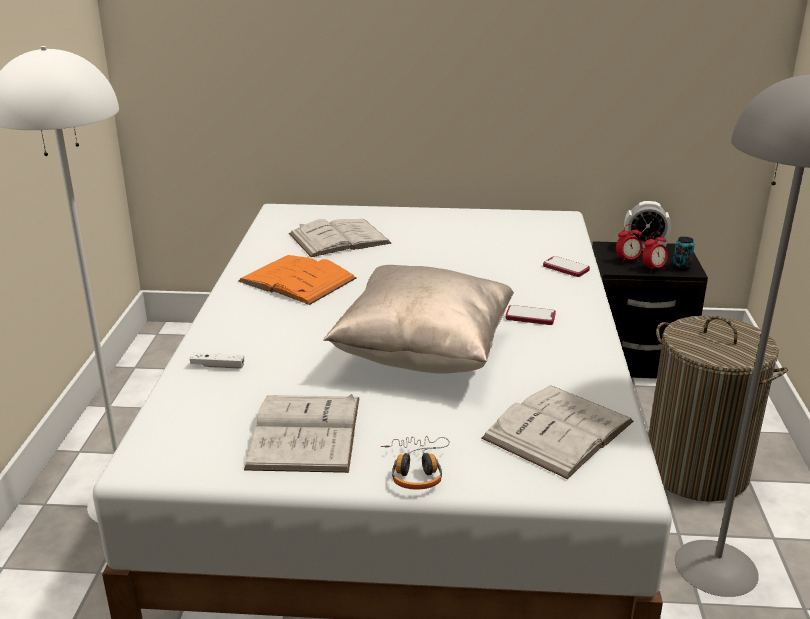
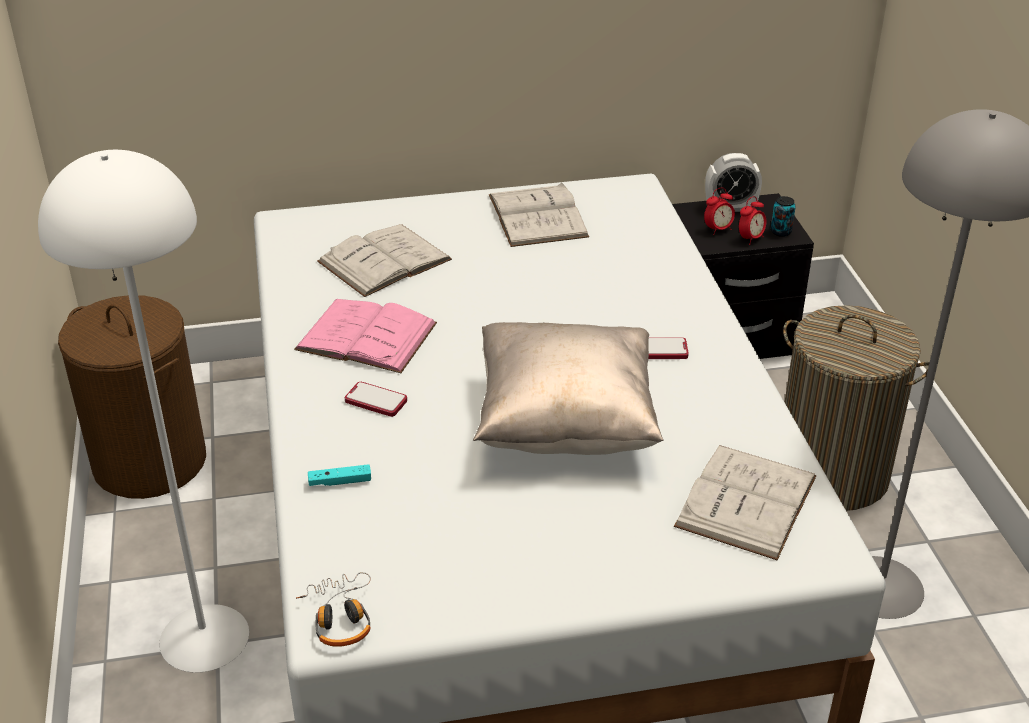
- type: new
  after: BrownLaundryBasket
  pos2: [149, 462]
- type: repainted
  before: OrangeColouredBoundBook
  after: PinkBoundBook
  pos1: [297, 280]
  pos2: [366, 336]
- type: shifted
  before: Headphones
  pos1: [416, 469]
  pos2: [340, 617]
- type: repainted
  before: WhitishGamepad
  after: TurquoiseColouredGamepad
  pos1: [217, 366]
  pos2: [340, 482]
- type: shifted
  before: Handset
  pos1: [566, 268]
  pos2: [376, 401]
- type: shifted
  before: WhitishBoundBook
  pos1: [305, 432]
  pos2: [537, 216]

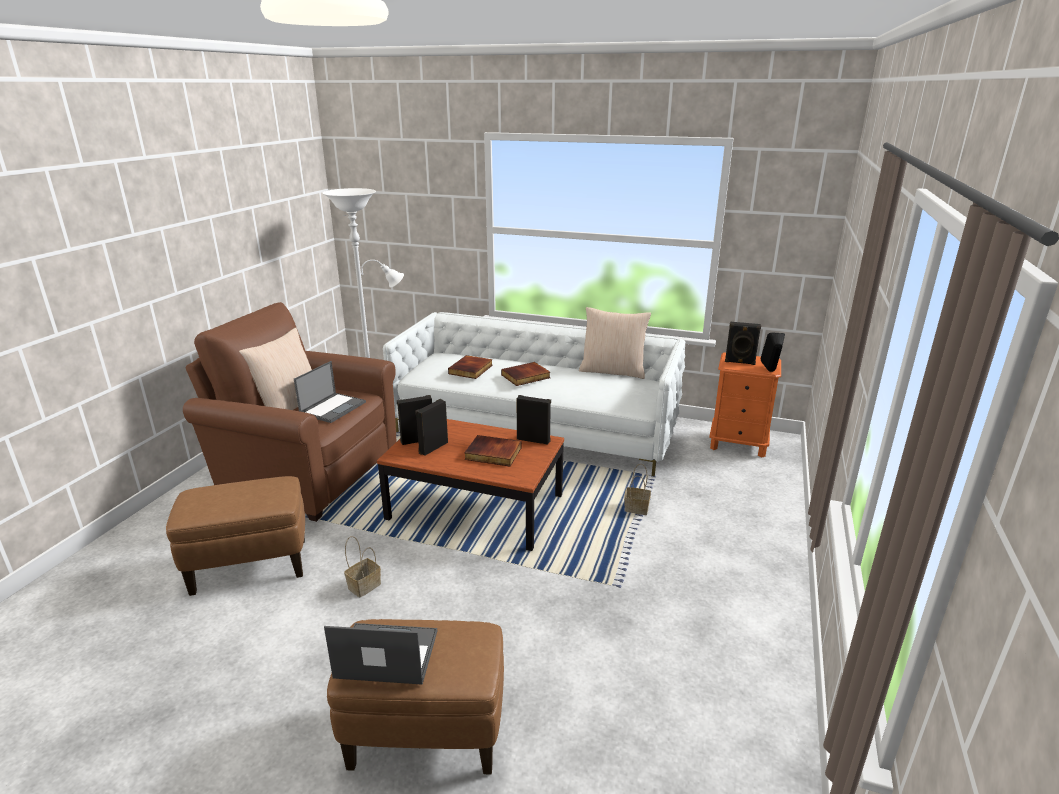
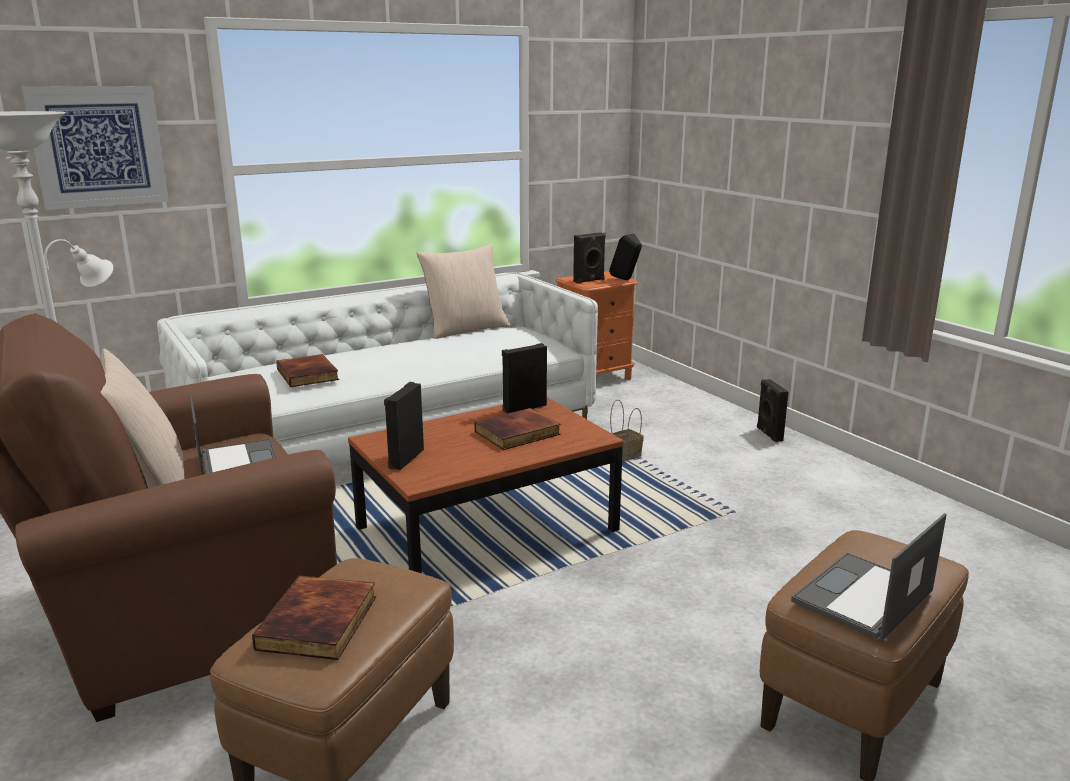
- type: new
  after: WallArt
  pos2: [98, 147]
- type: shifted
  before: BoundBook
  pos1: [526, 376]
  pos2: [320, 623]
- type: shifted
  before: BlackAudioSpeaker
  pos1: [432, 447]
  pos2: [768, 434]
- type: gone
  before: Basket
  pos1: [365, 585]

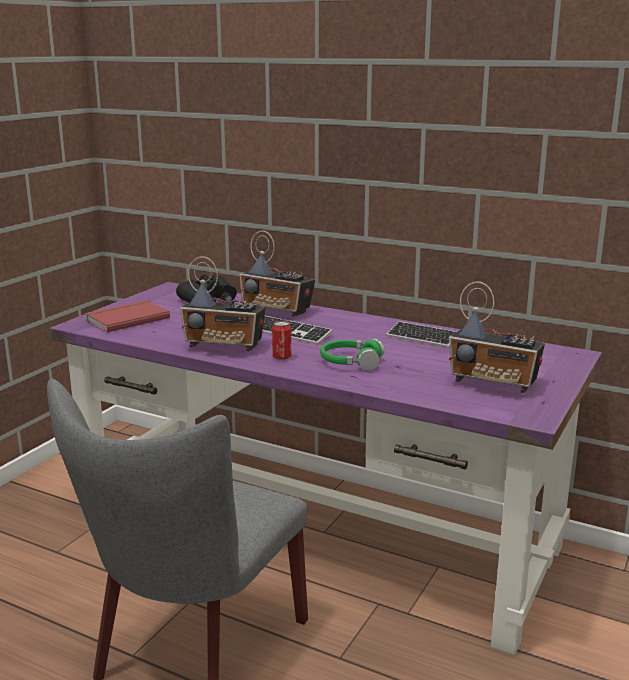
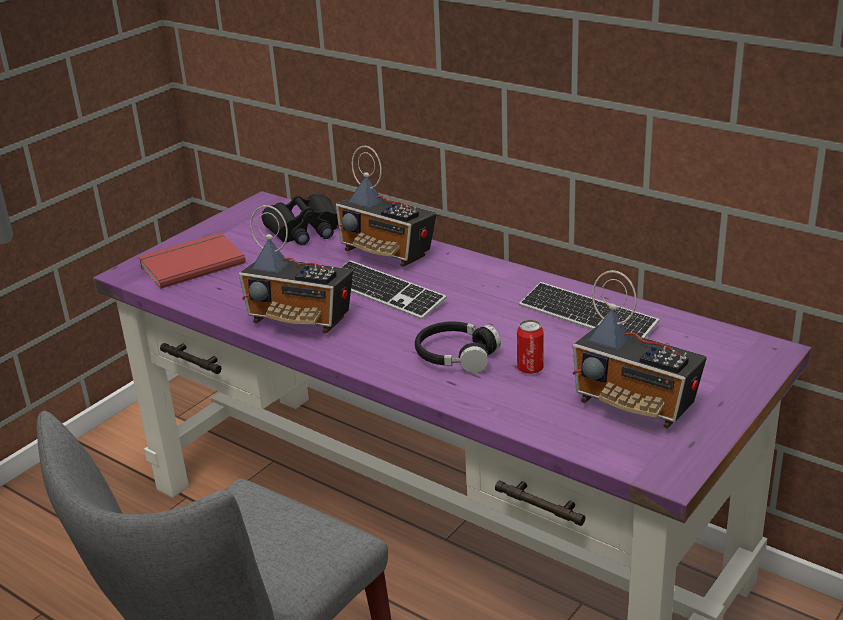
- type: repainted
  before: GreenHeadphones
  after: BlackHeadphones
  pos1: [351, 362]
  pos2: [456, 356]
- type: shifted
  before: Can
  pos1: [281, 357]
  pos2: [530, 368]

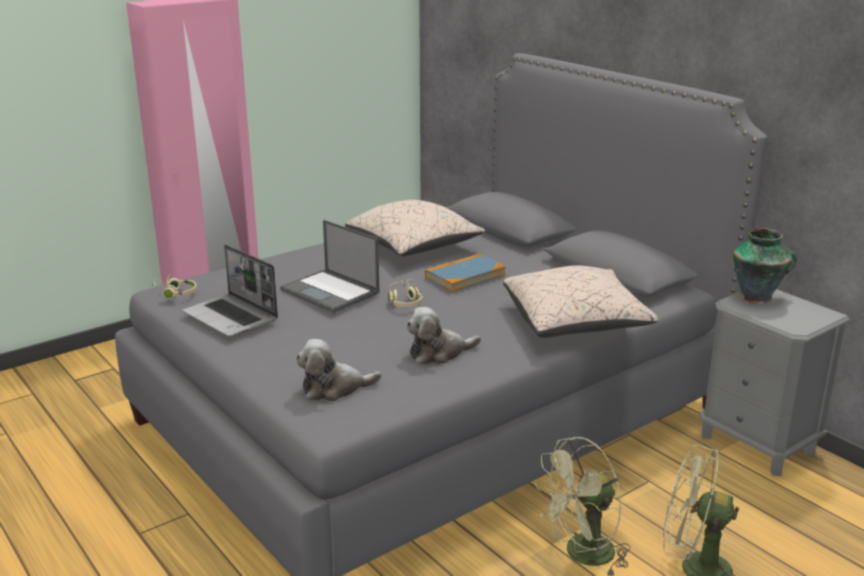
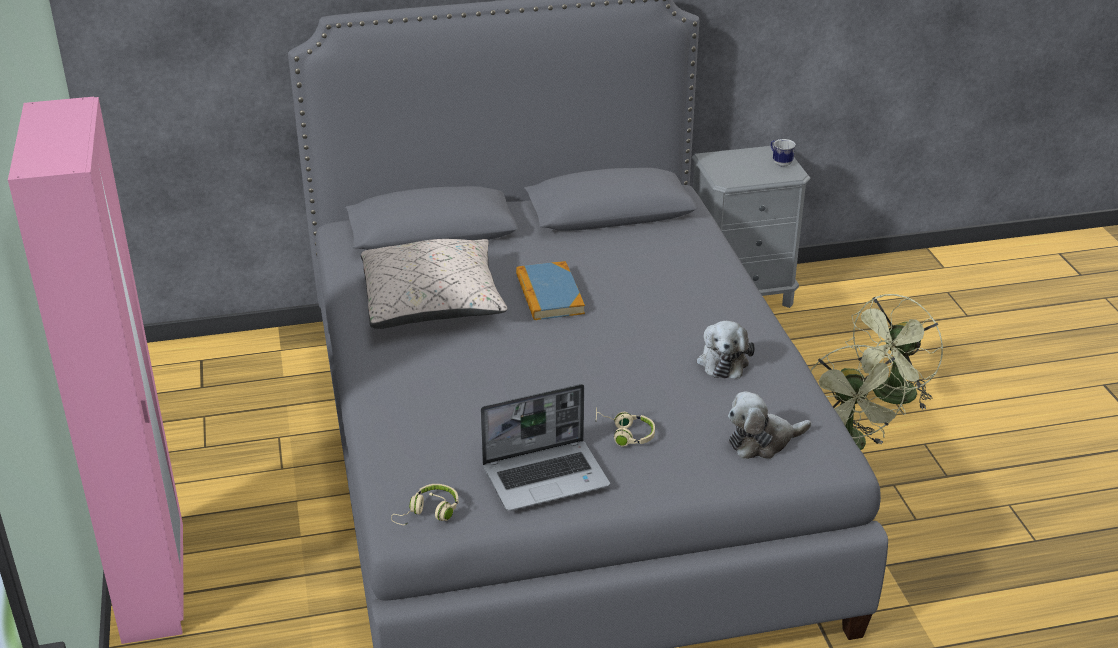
- type: shifted
  before: BeigeColouredHeadphones
  pos1: [405, 301]
  pos2: [624, 434]
- type: rotated
  before: CuddlyToy
  pos1: [334, 388]
  pos2: [762, 441]
  turn: 60
- type: new
  after: TeaMug
  pos2: [780, 162]
- type: gone
  before: PortableComputer
  pos1: [331, 292]
- type: gone
  before: BeigeColouredThrowPillow
  pos1: [575, 323]
- type: gone
  before: Vase
  pos1: [757, 298]

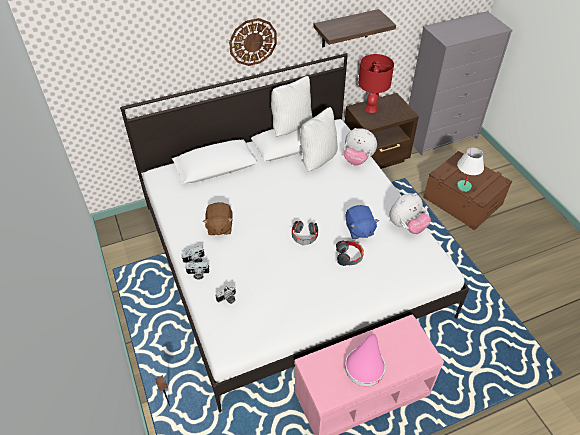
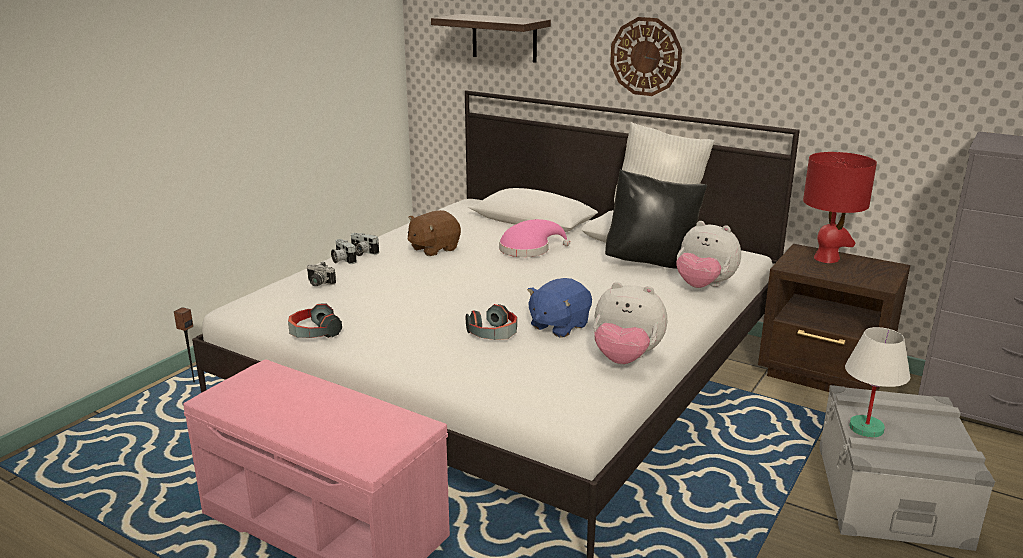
- type: shifted
  before: Headphones
  pos1: [304, 236]
  pos2: [314, 332]
- type: shifted
  before: BracketShelf
  pos1: [345, 29]
  pos2: [504, 38]
- type: shifted
  before: PinkHat
  pos1: [365, 365]
  pos2: [528, 249]
- type: repainted
  before: WhitishThrowPillow
  after: BlackThrowPillow
  pos1: [317, 159]
  pos2: [651, 263]
- type: rotated
  before: CuddlyToy
  pos1: [357, 159]
  pos2: [704, 286]
  turn: -45
- type: repainted
  before: BrownStorageBin
  after: GreyishStorageBin
  pos1: [462, 201]
  pos2: [891, 494]

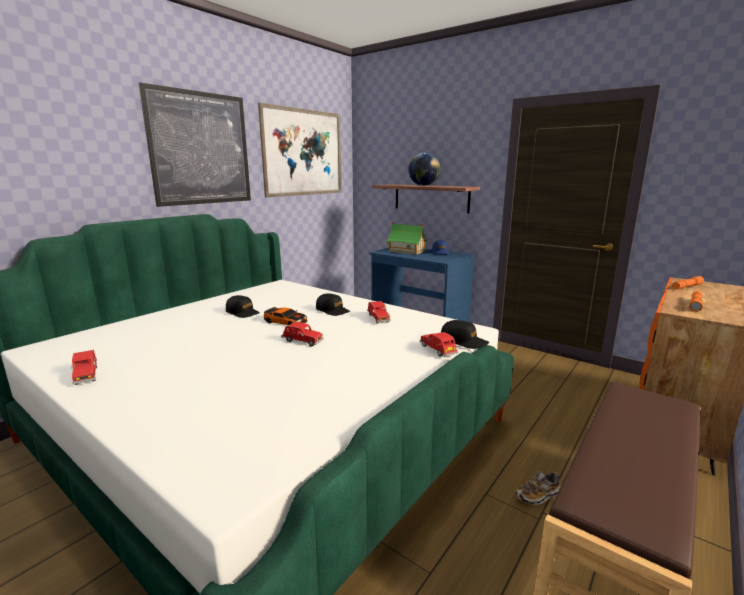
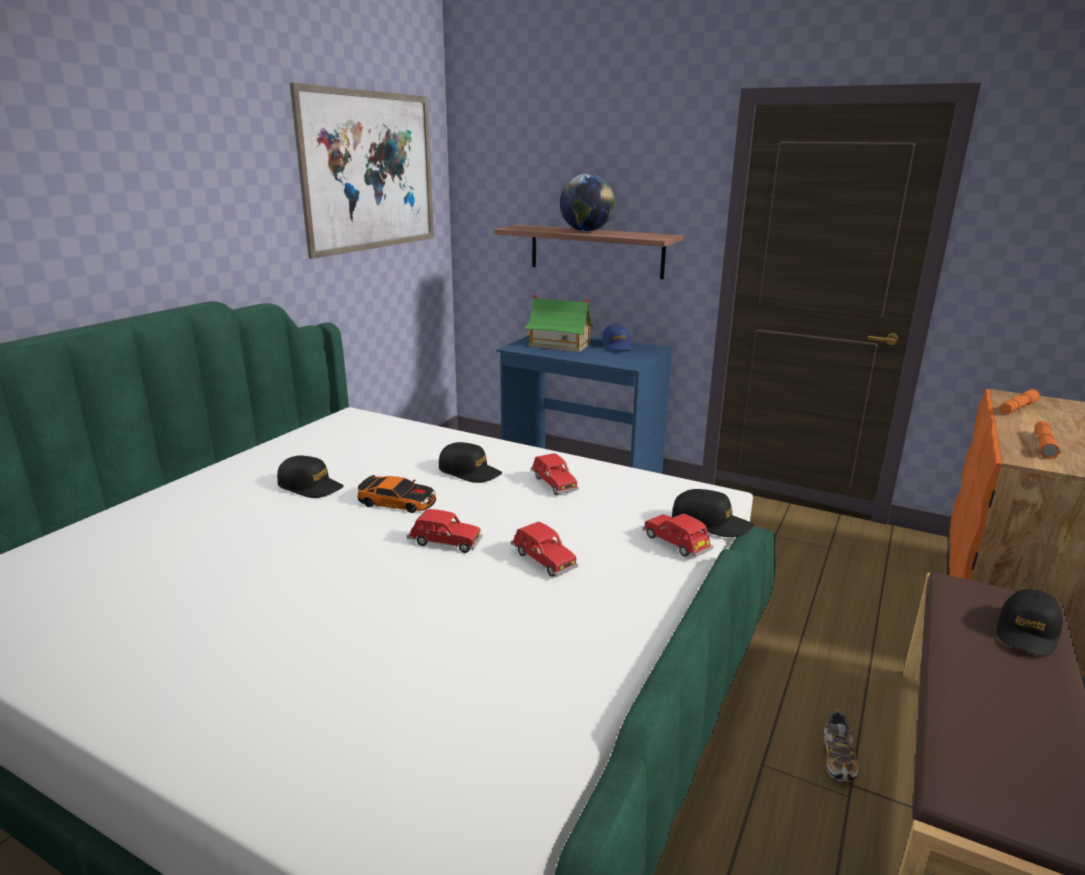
- type: shifted
  before: RedColouredModelCar
  pos1: [86, 375]
  pos2: [543, 560]
- type: rotated
  before: ItemOfFootwear
  pos1: [537, 495]
  pos2: [838, 757]
  turn: -45
- type: new
  after: BlackBaseballCap
  pos2: [1027, 632]
- type: gone
  before: WallArt
  pos1: [201, 149]

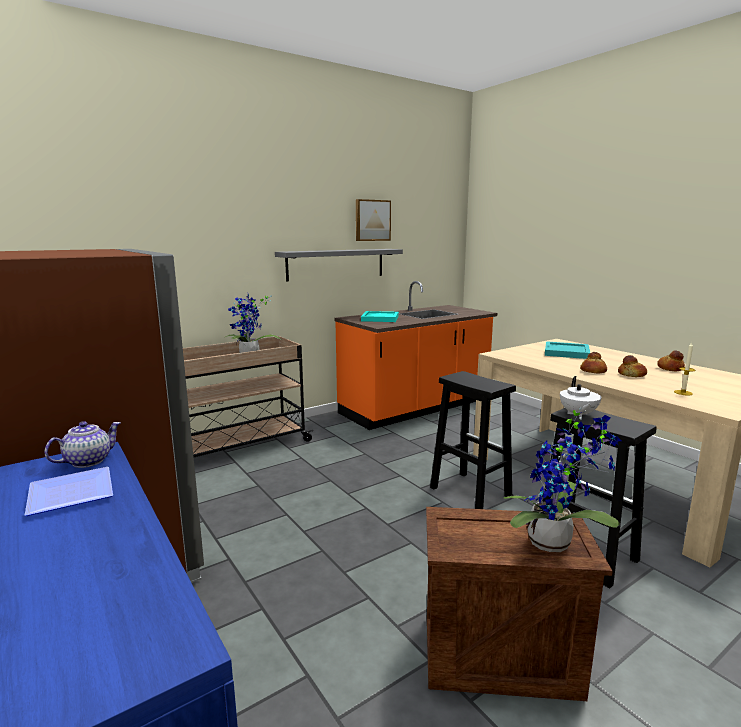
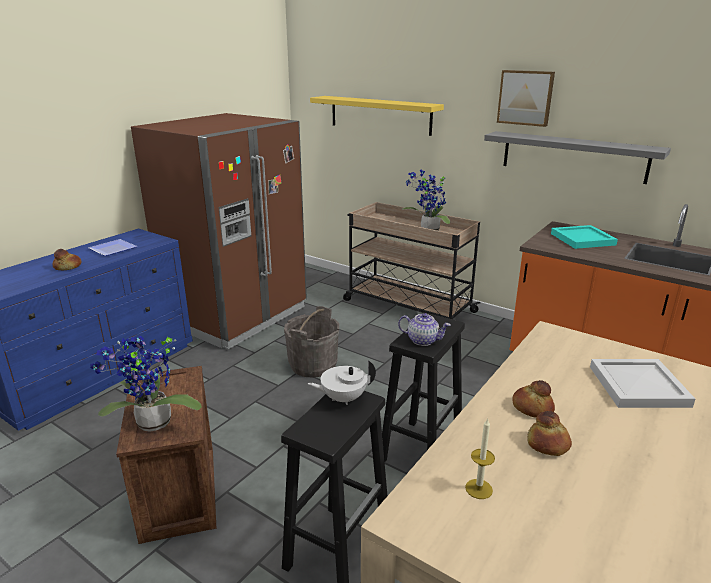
- type: shifted
  before: BakeryBread
  pos1: [670, 368]
  pos2: [68, 267]
- type: new
  after: GreyishBucket
  pos2: [313, 365]
- type: new
  after: YellowBracketShelf
  pos2: [380, 115]
- type: shifted
  before: Teapot
  pos1: [88, 461]
  pos2: [423, 340]
- type: shifted
  before: WallArt
  pos1: [372, 220]
  pos2: [525, 97]
- type: repainted
  before: TurquoiseColouredTray
  after: WhitishTray
  pos1: [567, 352]
  pos2: [637, 387]

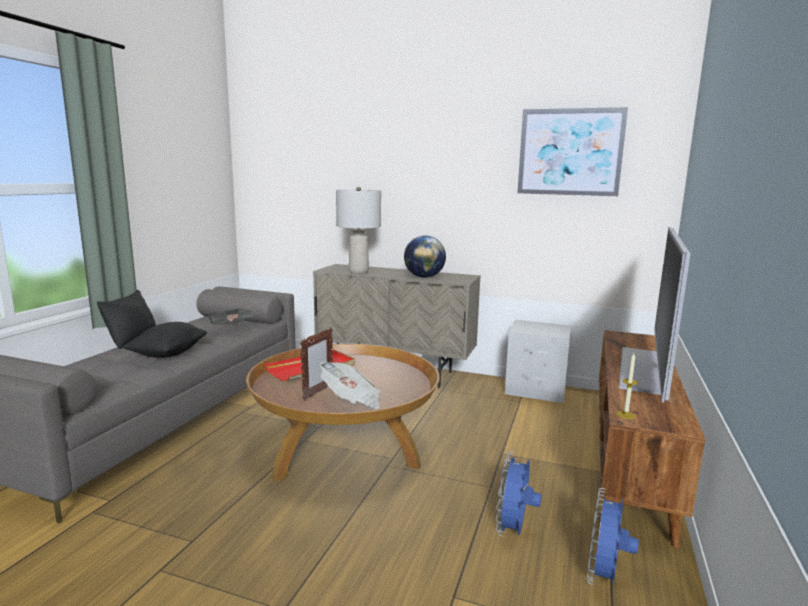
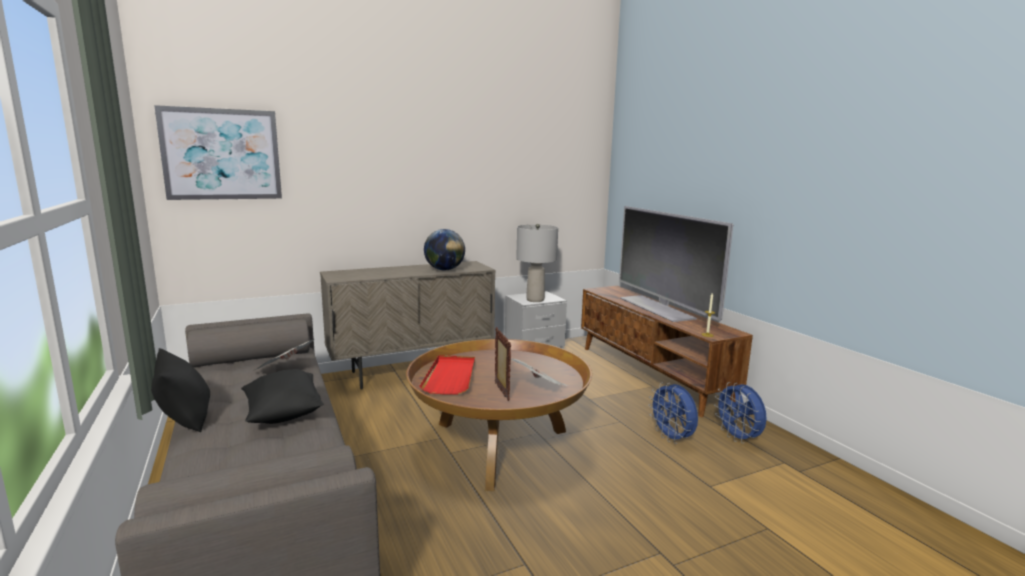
- type: shifted
  before: WallArt
  pos1: [570, 152]
  pos2: [222, 154]
- type: shifted
  before: GreyishTableLamp
  pos1: [359, 271]
  pos2: [535, 300]

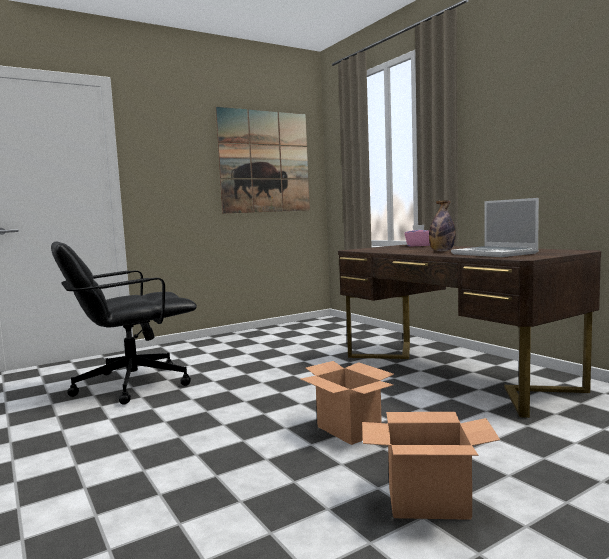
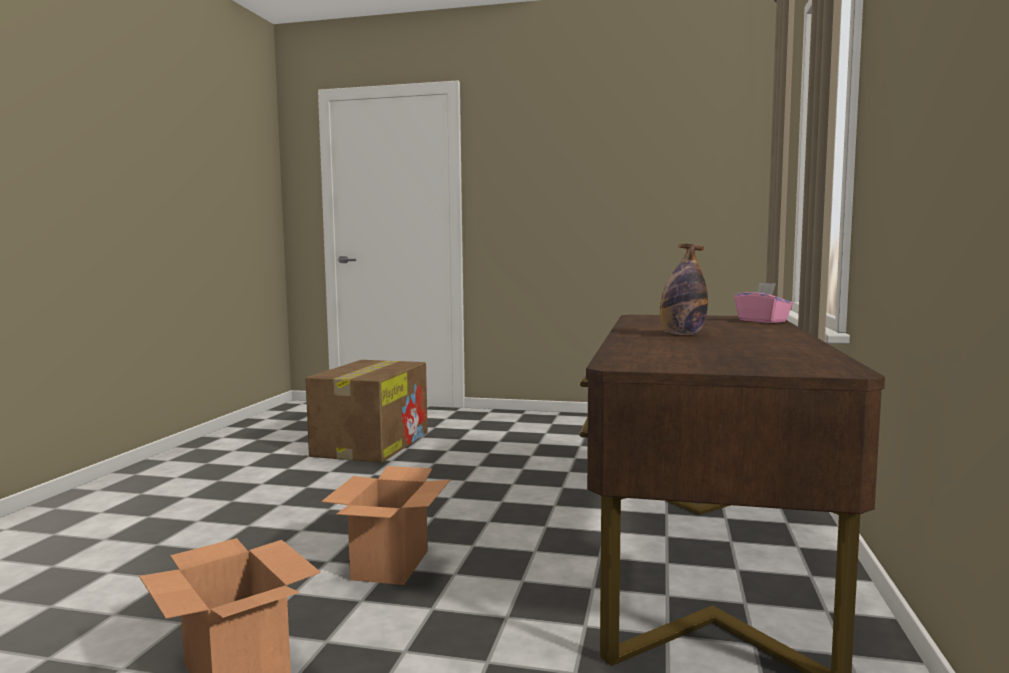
- type: swapped
  before: BlackOfficeChair
  after: Carton
  pos1: [131, 385]
  pos2: [372, 443]
- type: gone
  before: WallArt
  pos1: [265, 162]
- type: gone
  before: PortableComputer
  pos1: [495, 253]

